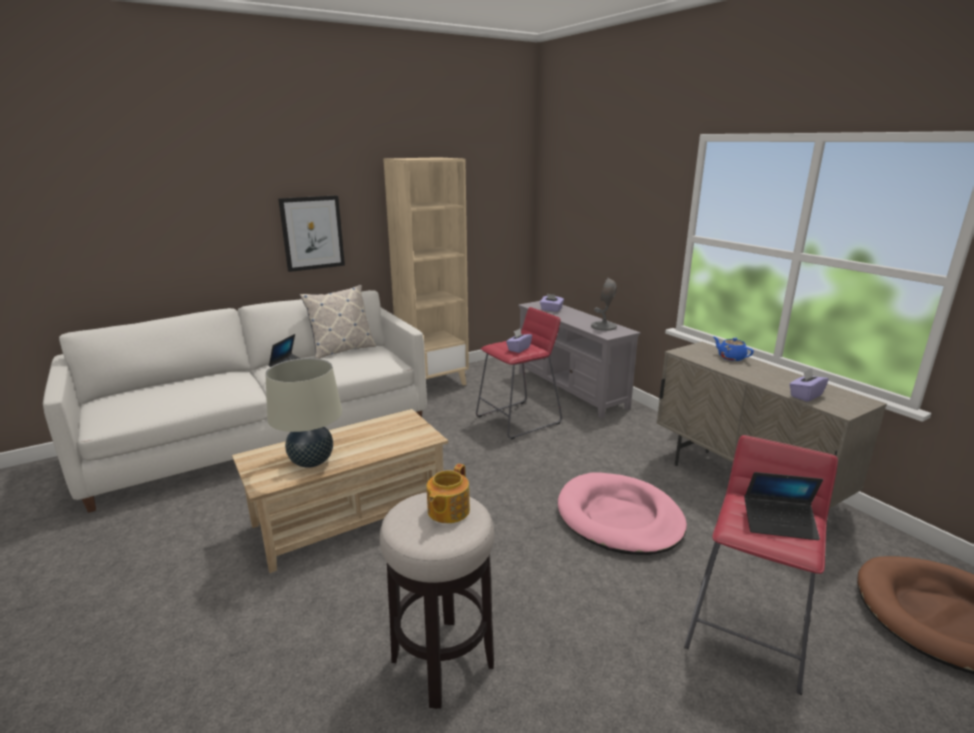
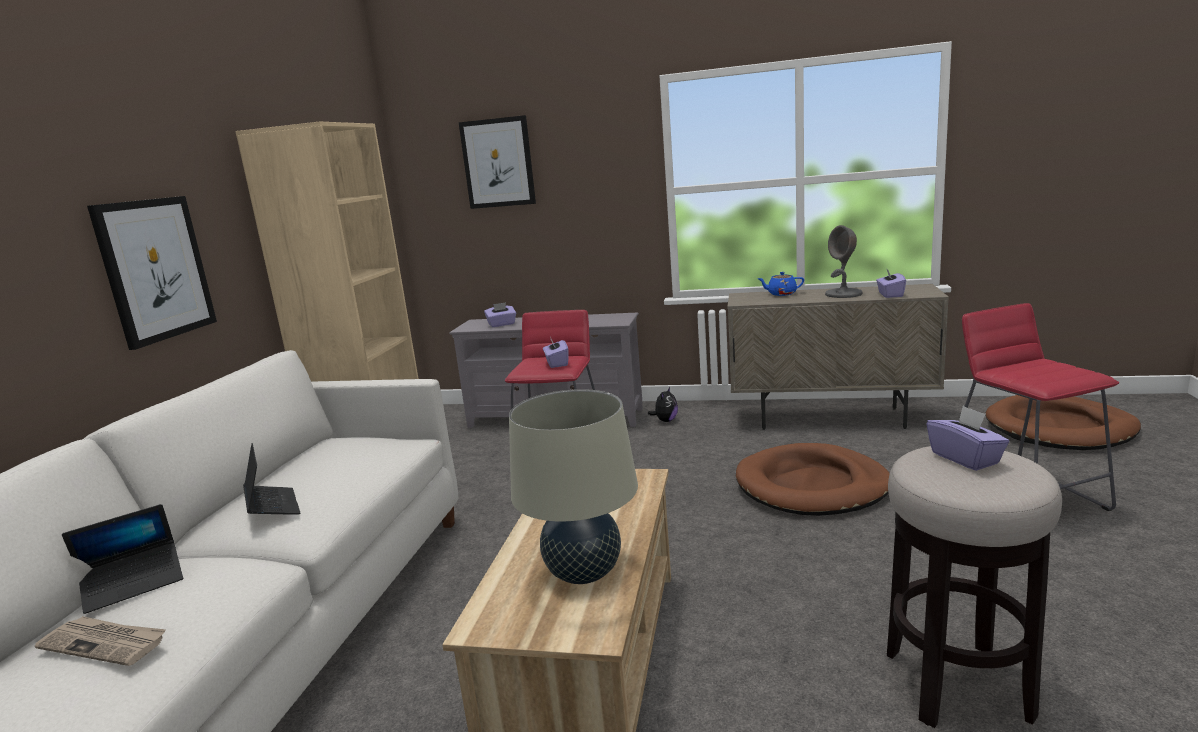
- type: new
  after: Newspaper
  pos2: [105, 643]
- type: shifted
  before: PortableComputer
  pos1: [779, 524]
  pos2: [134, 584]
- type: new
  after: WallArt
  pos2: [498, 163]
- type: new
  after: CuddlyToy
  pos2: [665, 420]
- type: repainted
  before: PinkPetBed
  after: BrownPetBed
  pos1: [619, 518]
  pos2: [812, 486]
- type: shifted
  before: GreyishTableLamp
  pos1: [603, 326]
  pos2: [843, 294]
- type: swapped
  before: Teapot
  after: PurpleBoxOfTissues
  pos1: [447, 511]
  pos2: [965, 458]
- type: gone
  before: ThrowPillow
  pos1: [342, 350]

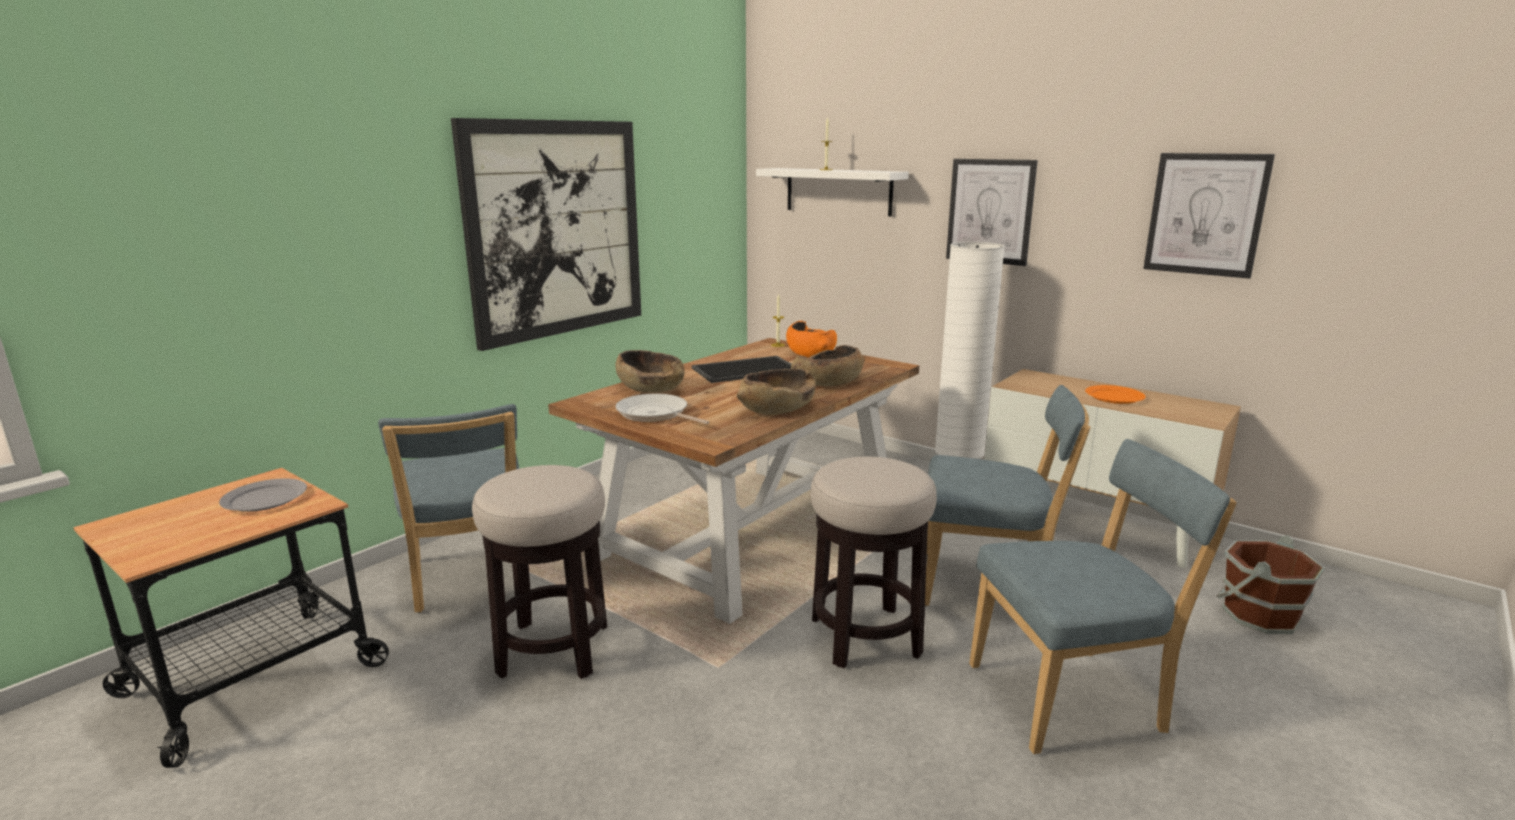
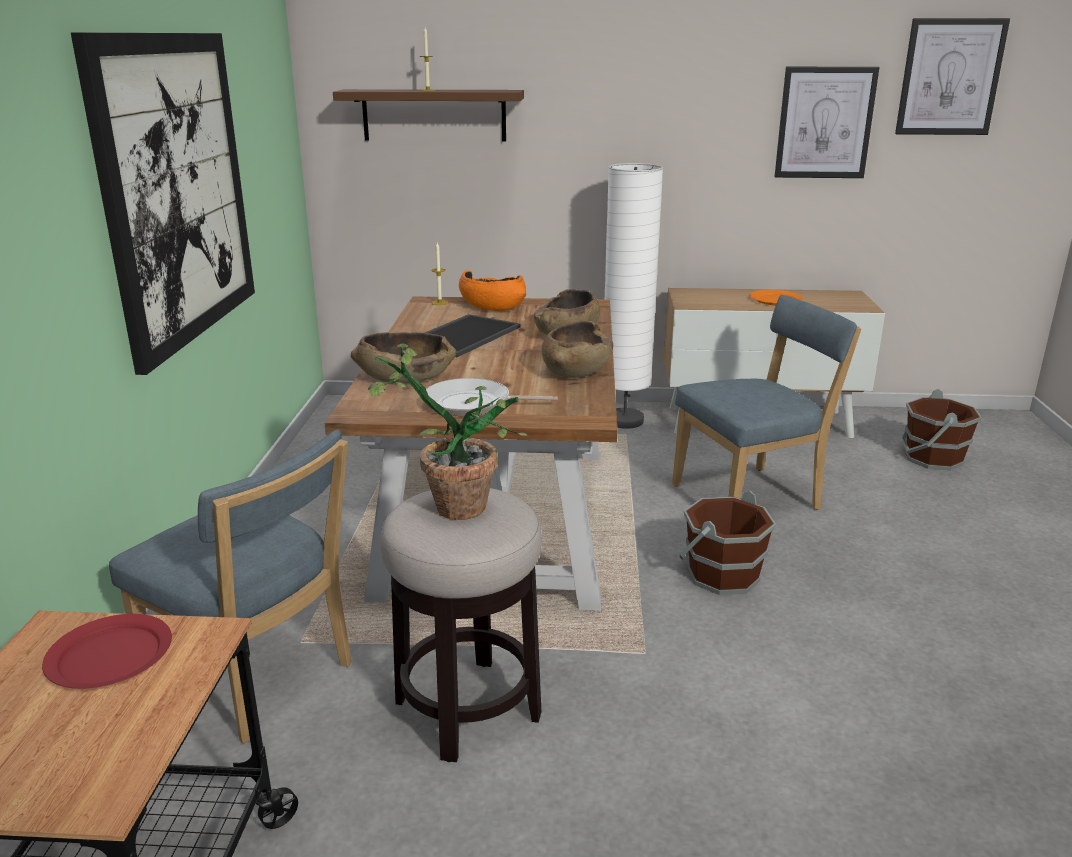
- type: repainted
  before: GreyishPlate
  after: RedColouredPlate
  pos1: [265, 498]
  pos2: [111, 655]
- type: repainted
  before: WhitishBracketShelf
  after: BrownBracketShelf
  pos1: [838, 191]
  pos2: [434, 115]
- type: new
  after: Houseplant
  pos2: [448, 505]
- type: swapped
  before: StoolSeat
  after: BrownBucket
  pos1: [865, 637]
  pos2: [721, 575]
- type: shifted
  before: WallArt
  pos1: [990, 211]
  pos2: [950, 77]
- type: gone
  before: BluishPlainChair
  pos1: [1073, 697]

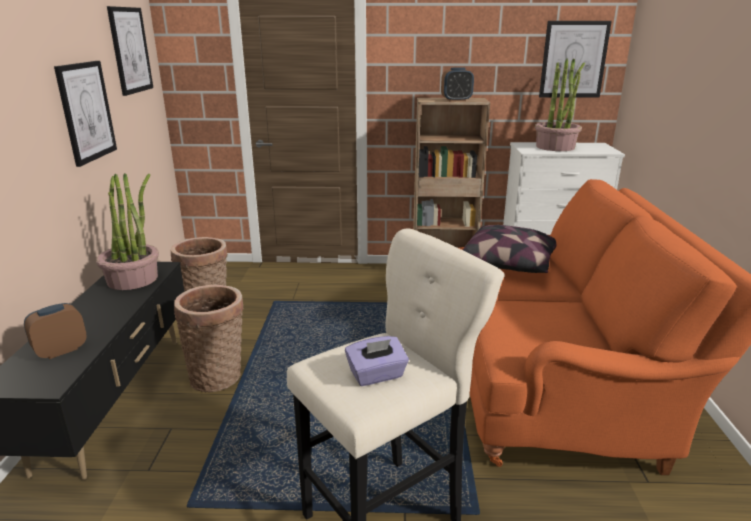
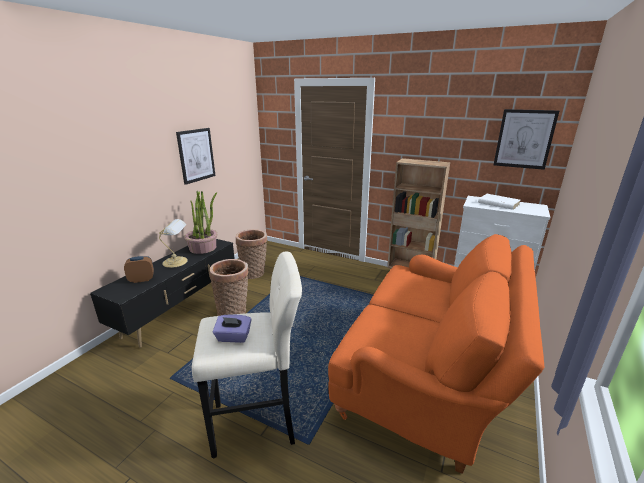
- type: new
  after: TableLamp
  pos2: [176, 262]
- type: swapped
  before: Houseplant
  after: WhitishBoundBook
  pos1: [555, 147]
  pos2: [498, 204]
- type: gone
  before: WallArt
  pos1: [130, 50]
- type: gone
  before: AlarmClock
  pos1: [456, 100]
- type: gone
  before: ThrowPillow
  pos1: [510, 263]

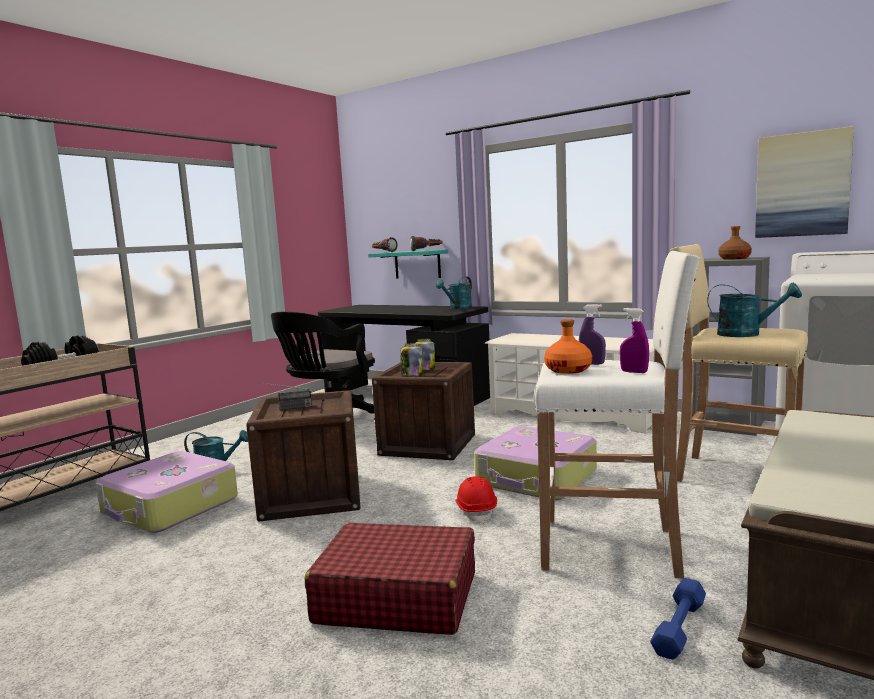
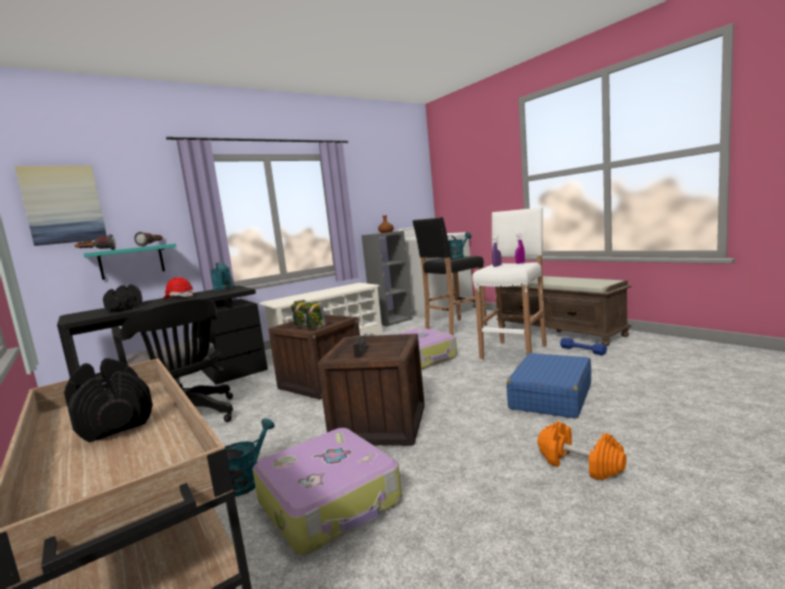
- type: shifted
  before: WallArt
  pos1: [802, 185]
  pos2: [63, 205]
- type: new
  after: BlackDumbbell
  pos2: [125, 308]
- type: shifted
  before: RedColouredWorkHelmet
  pos1: [476, 511]
  pos2: [179, 297]
- type: repainted
  before: BeigeColouredStoolSeat
  after: BlackStoolSeat
  pos1: [733, 476]
  pos2: [454, 328]
- type: repainted
  before: RedColouredSuitcase
  after: BluishSuitcase
  pos1: [396, 597]
  pos2: [550, 397]
- type: new
  after: OrangeColouredDumbbell
  pos2: [579, 464]
- type: gone
  before: OrangeColouredDrinkBottle
  pos1: [568, 370]

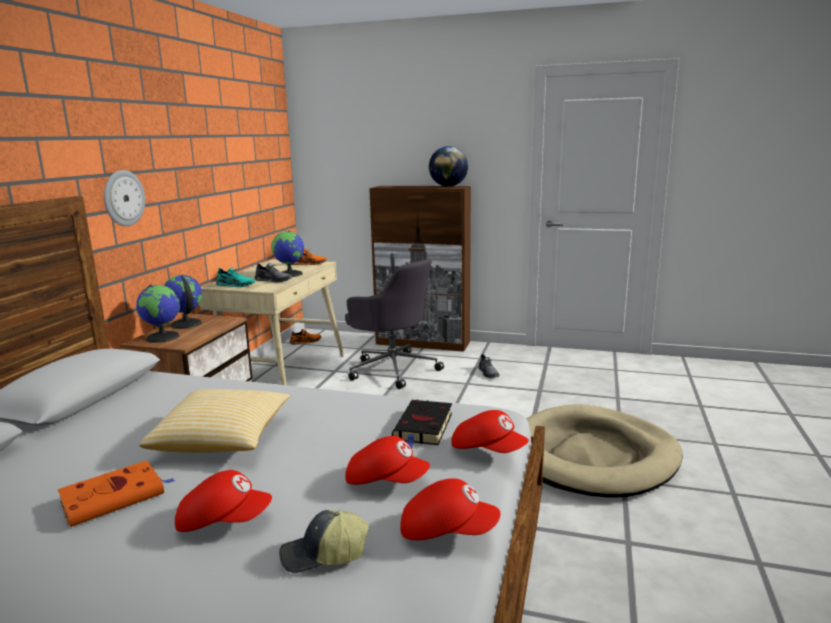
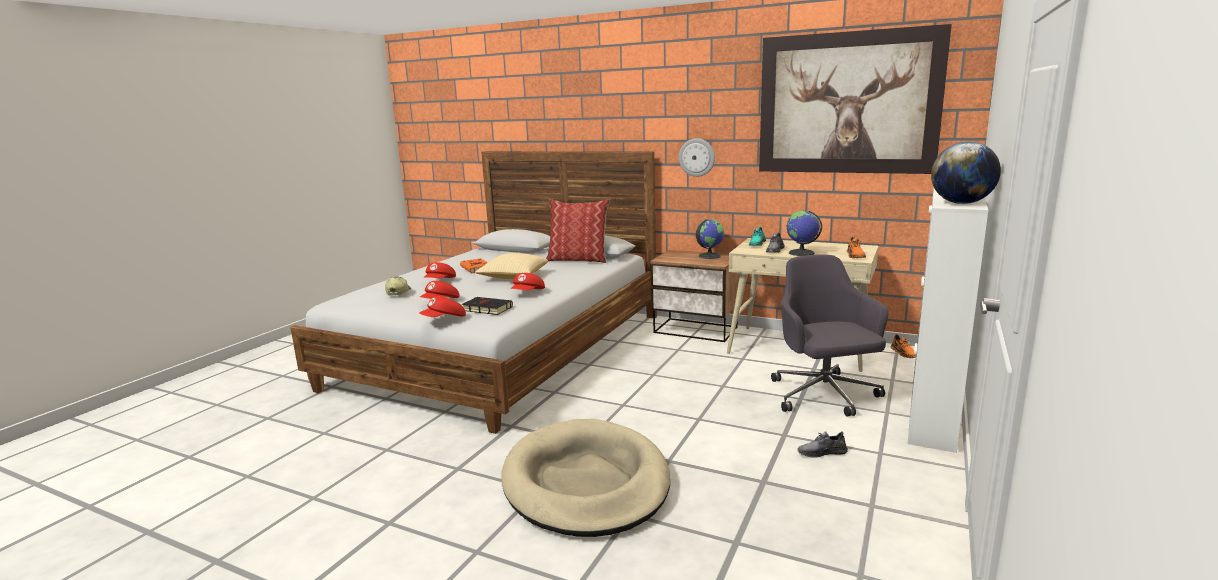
- type: shifted
  before: RedColouredBaseballCap
  pos1: [447, 531]
  pos2: [528, 293]
- type: new
  after: ThrowPillow
  pos2: [578, 259]
- type: new
  after: WallArt
  pos2: [847, 103]
- type: rotated
  before: GreyishOfficeChair
  pos1: [392, 369]
  pos2: [824, 396]
  turn: 120
- type: repainted
  before: BrownCupboard
  after: WhitishCupboard
  pos1: [423, 343]
  pos2: [932, 417]
- type: gone
  before: WorldGlobe
  pos1: [163, 337]

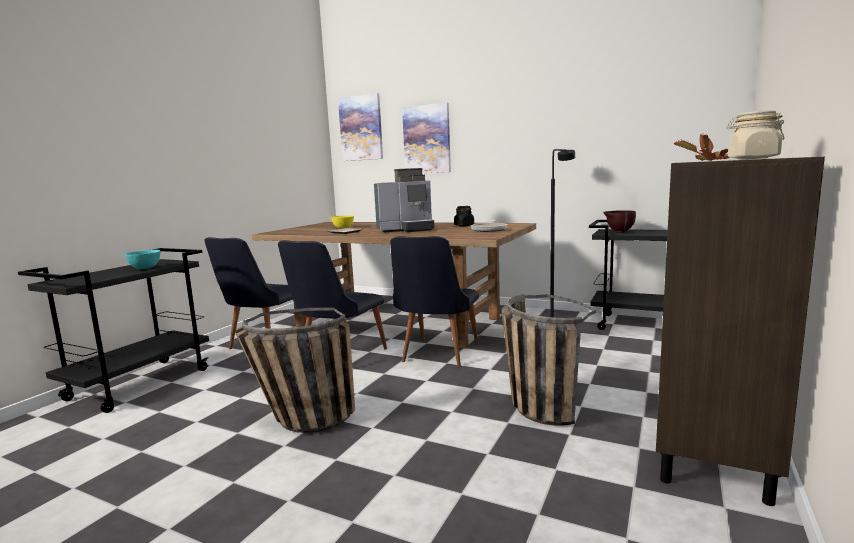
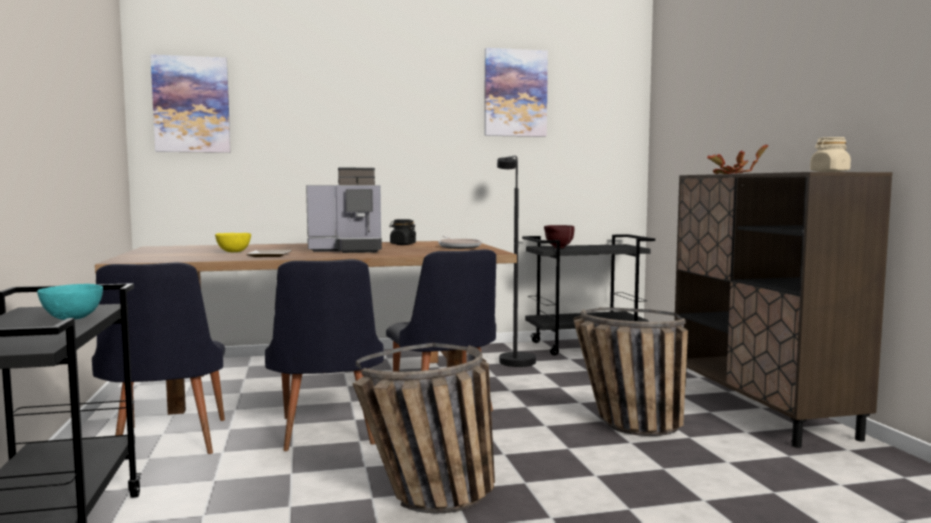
- type: rotated
  before: CoffeeMachine
  pos1: [406, 229]
  pos2: [348, 250]
  turn: 45
- type: shifted
  before: WallArt
  pos1: [427, 139]
  pos2: [515, 93]

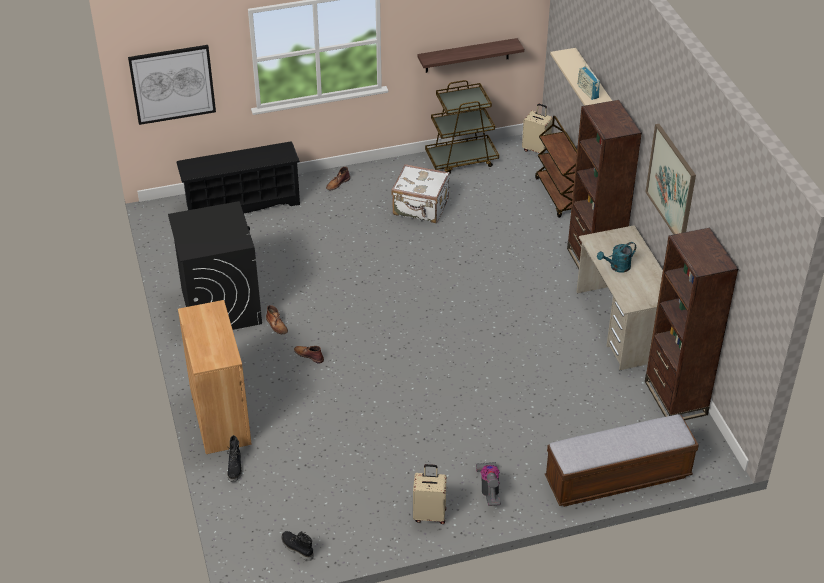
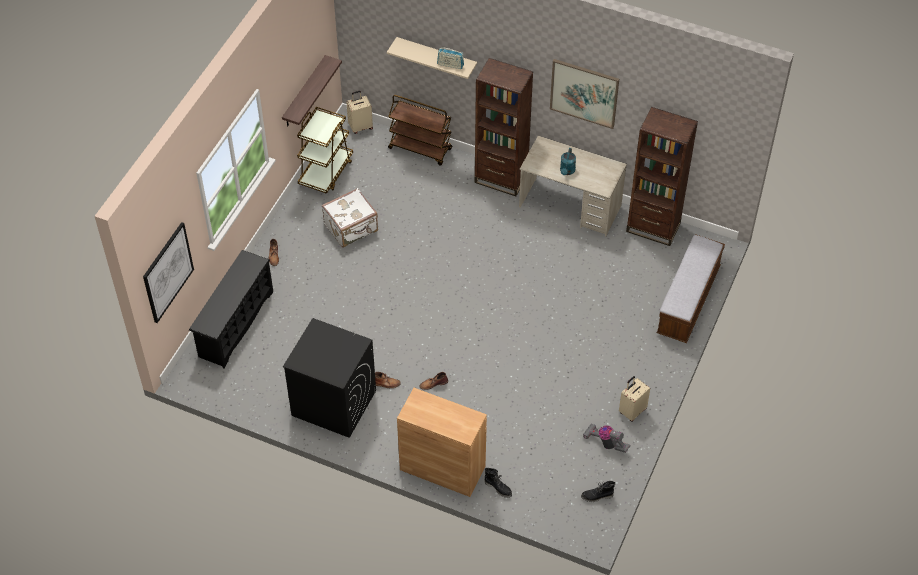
- type: shifted
  before: Hoover
  pos1: [489, 489]
  pos2: [606, 443]

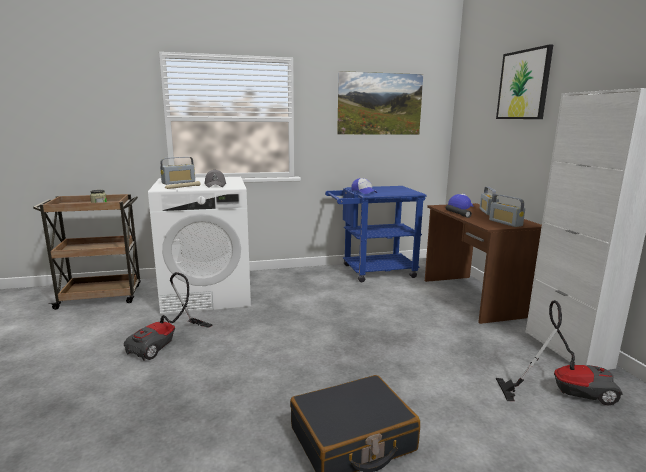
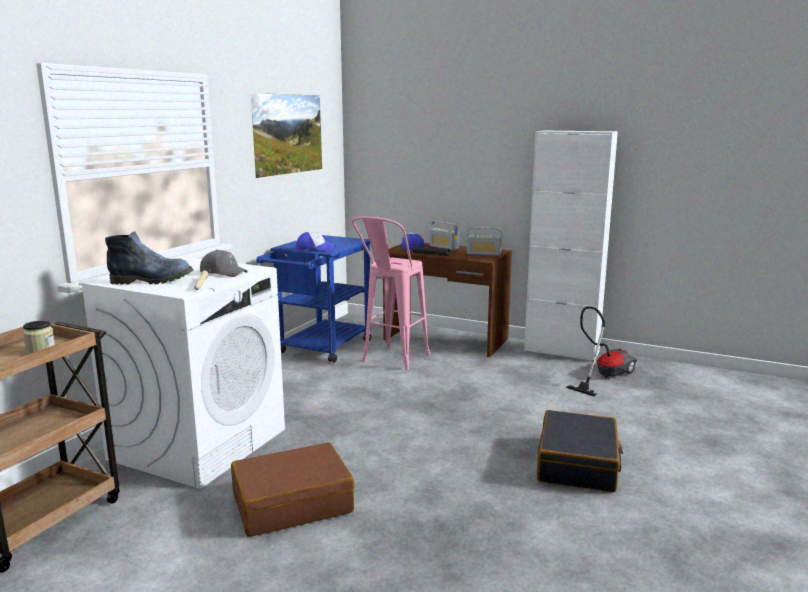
- type: swapped
  before: Radio
  after: HighTopBoot
  pos1: [178, 182]
  pos2: [154, 280]
- type: swapped
  before: Hoover
  after: BrownSuitcase
  pos1: [167, 344]
  pos2: [292, 503]
- type: new
  after: PinkStoolSeat
  pos2: [391, 361]
- type: gone
  before: WallArt
  pos1: [523, 85]

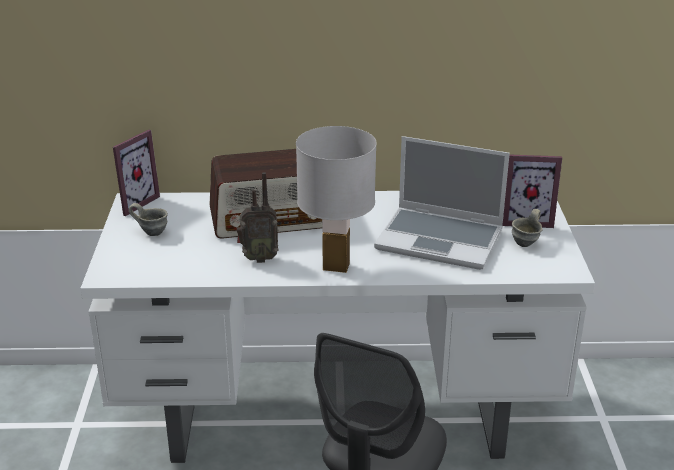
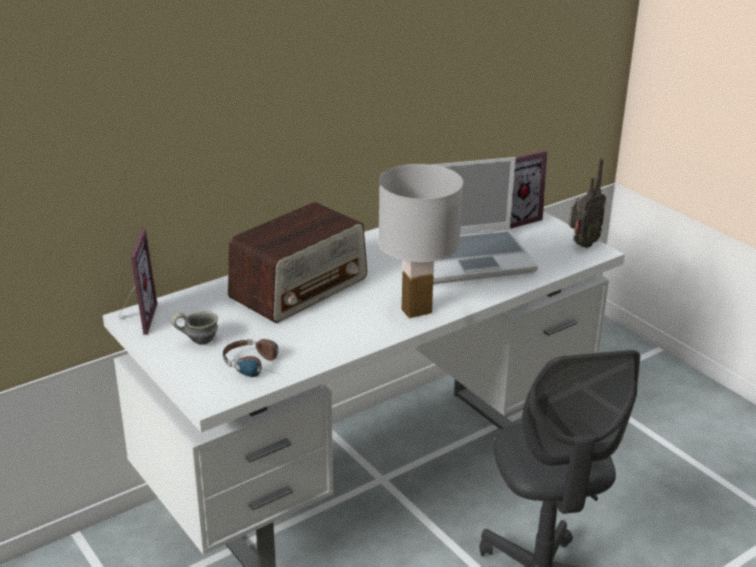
- type: new
  after: Headphones
  pos2: [258, 366]
- type: shifted
  before: Radio
  pos1: [258, 258]
  pos2: [581, 244]
- type: gone
  before: GreyishTeaMug
  pos1: [527, 243]

